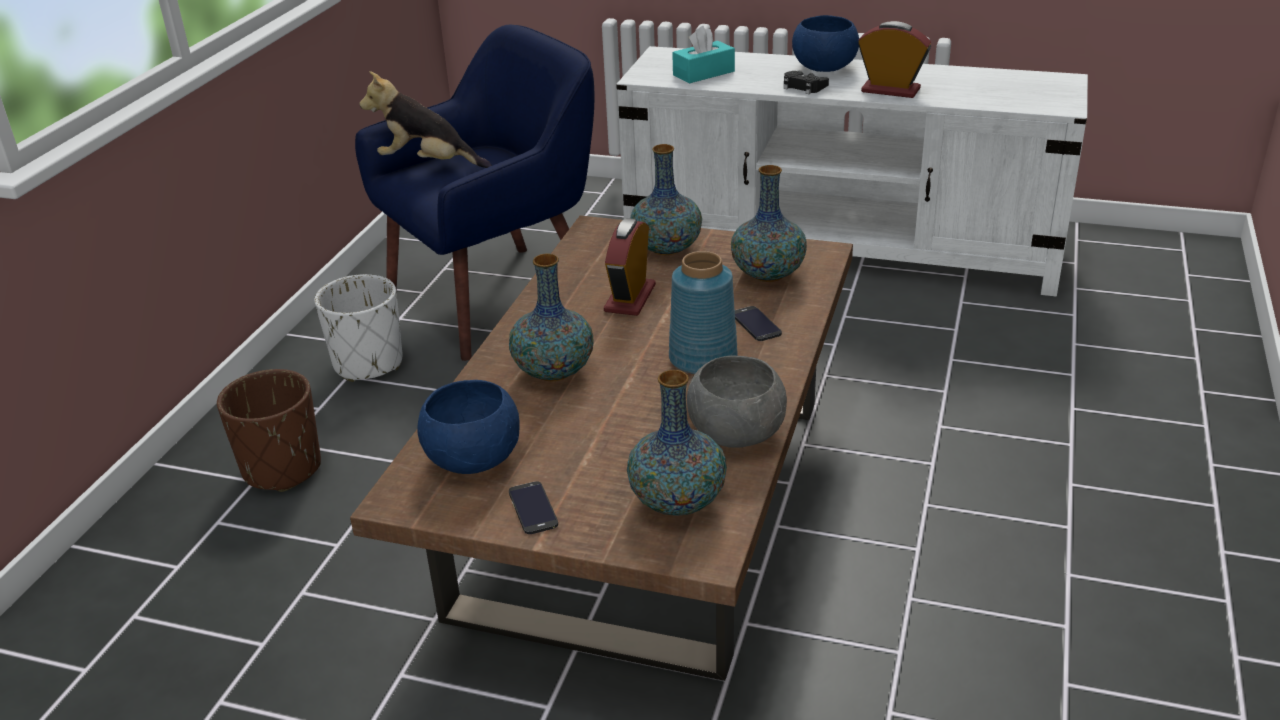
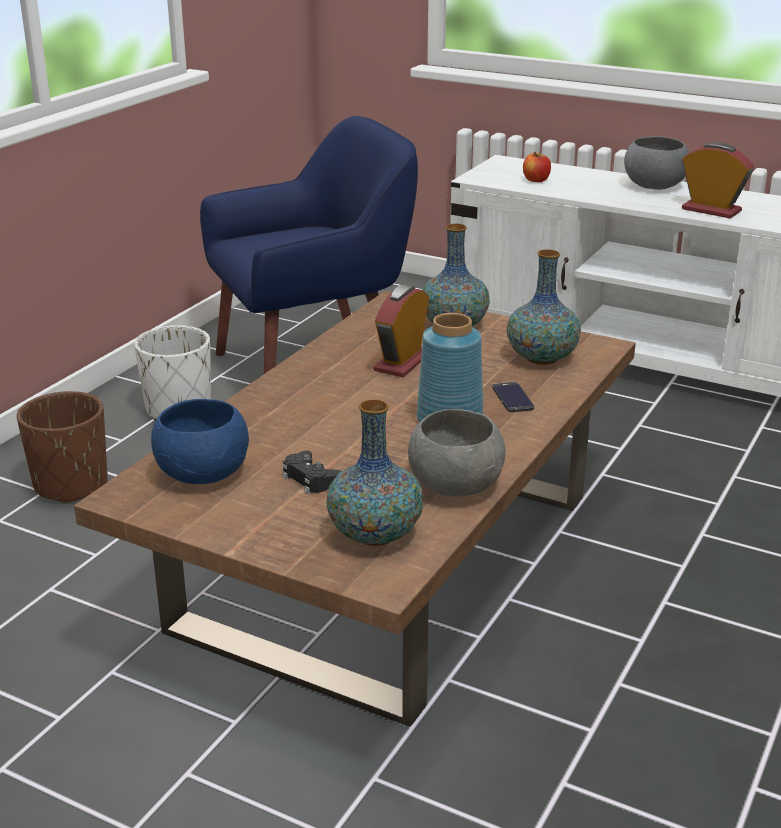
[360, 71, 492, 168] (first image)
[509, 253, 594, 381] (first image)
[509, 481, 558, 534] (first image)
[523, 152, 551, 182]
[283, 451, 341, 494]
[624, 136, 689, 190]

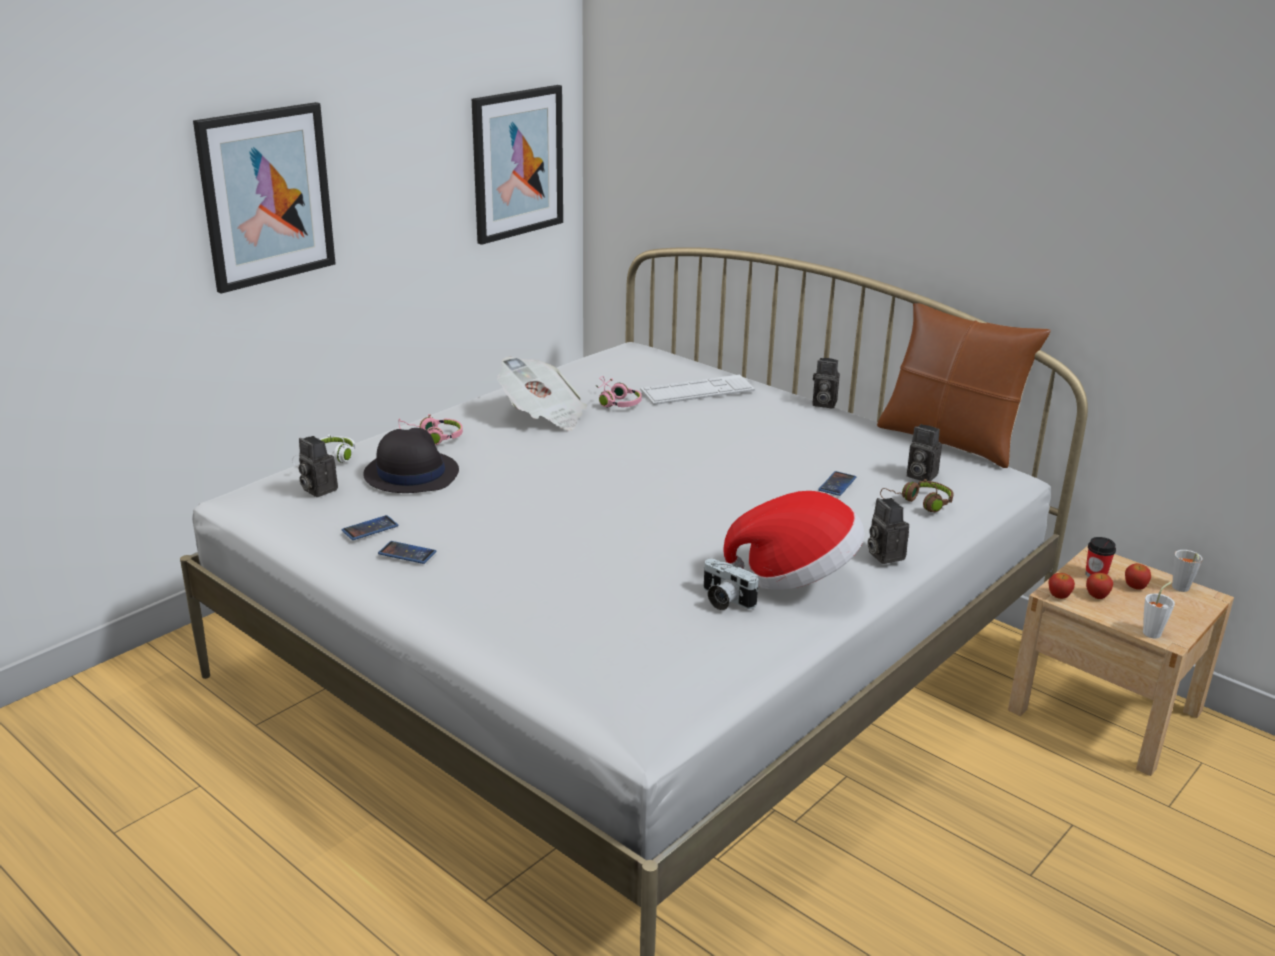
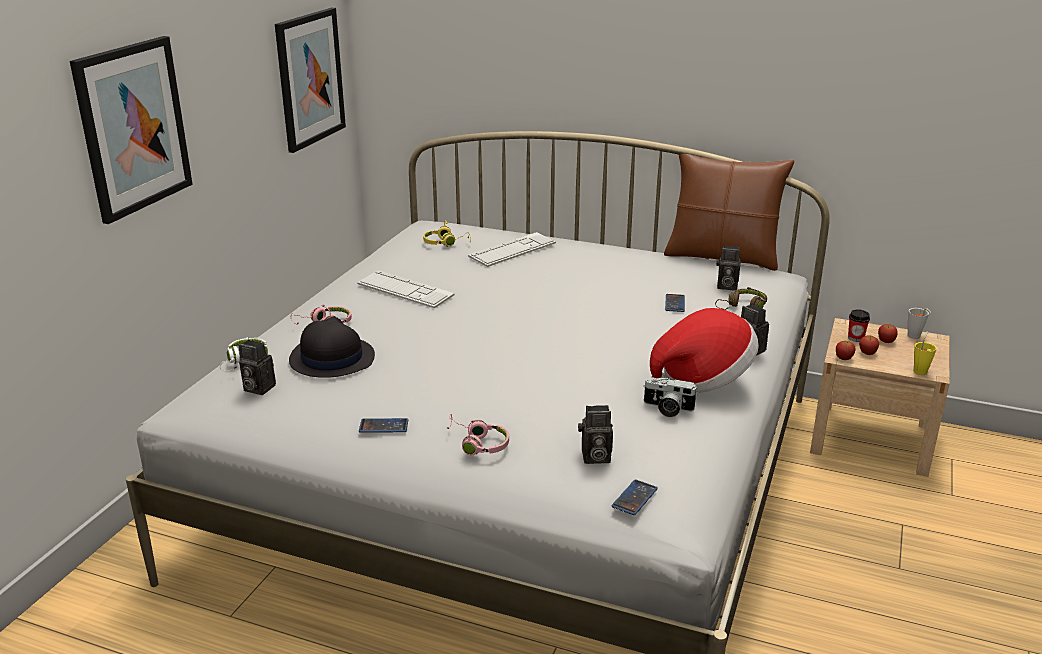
[611, 479, 658, 515]
[357, 270, 455, 308]
[447, 414, 509, 455]
[578, 405, 613, 464]
[914, 332, 937, 375]
[423, 220, 471, 246]

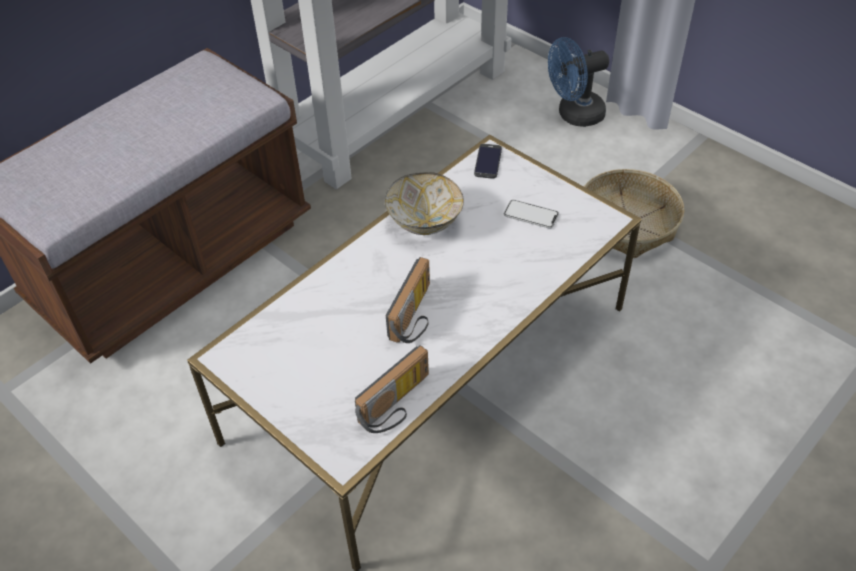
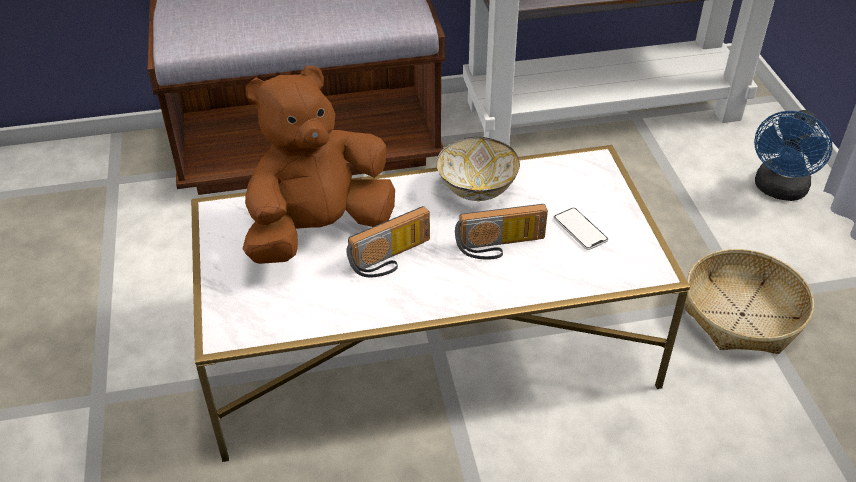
[455, 204, 548, 260]
[474, 144, 502, 179] (first image)
[754, 110, 832, 201]
[242, 65, 395, 264]

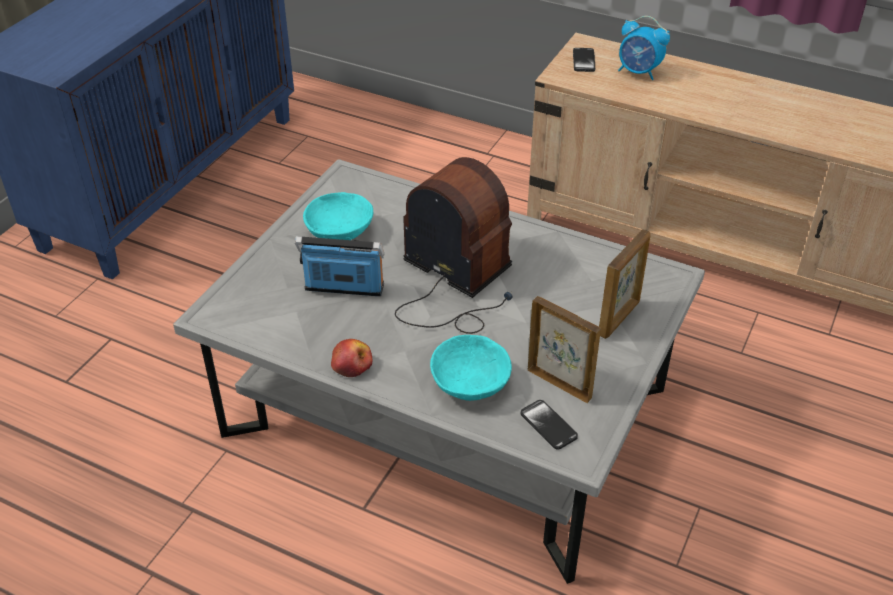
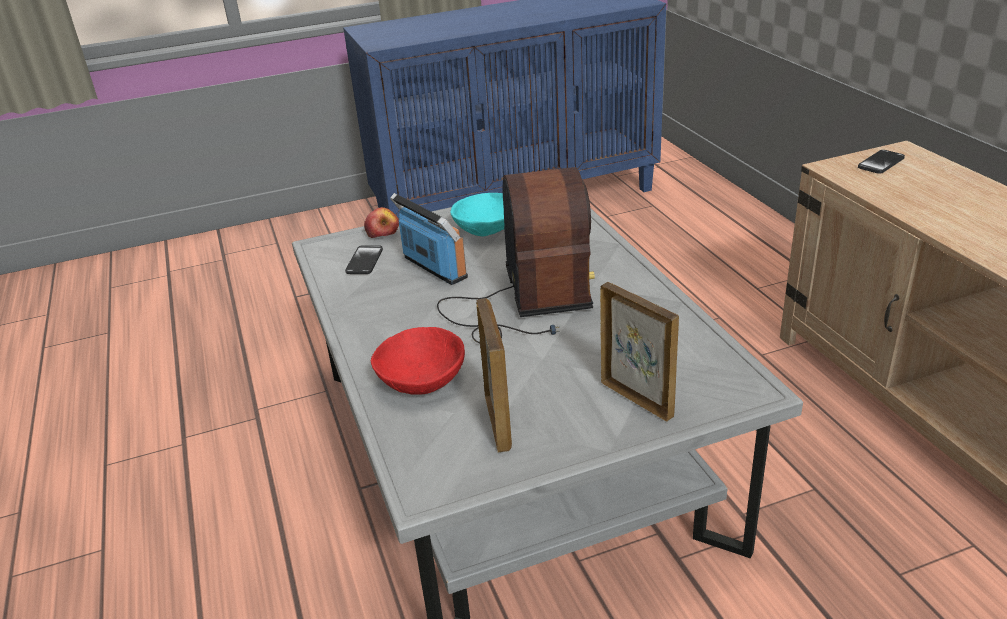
[364, 207, 399, 238]
[371, 327, 465, 395]
[345, 245, 383, 274]
[600, 282, 679, 421]
[618, 16, 670, 80] (first image)

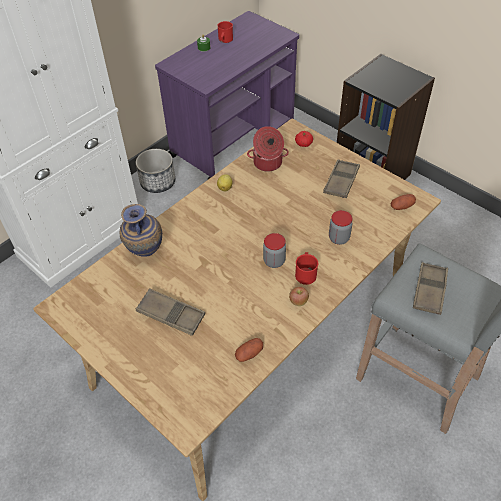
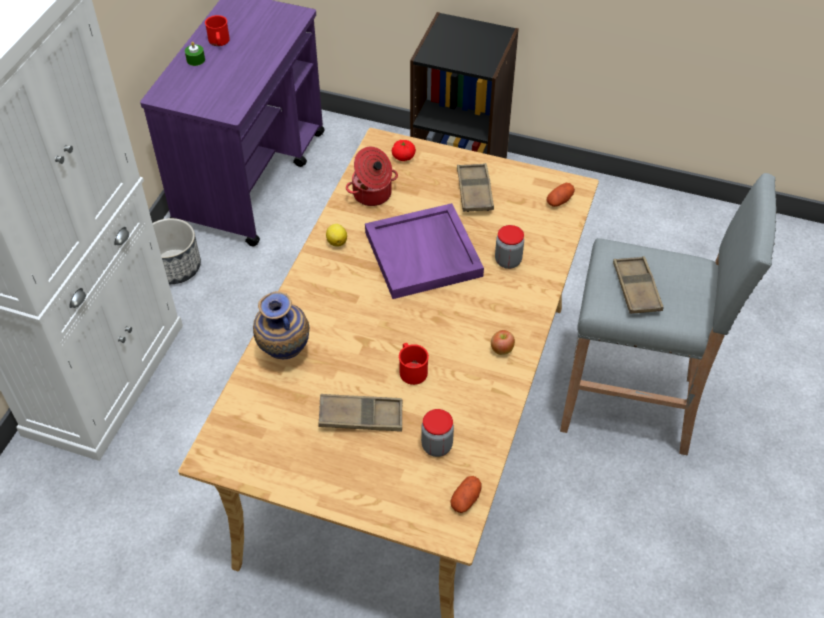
[450, 476, 482, 513]
[421, 409, 454, 457]
[399, 343, 429, 385]
[365, 203, 484, 299]

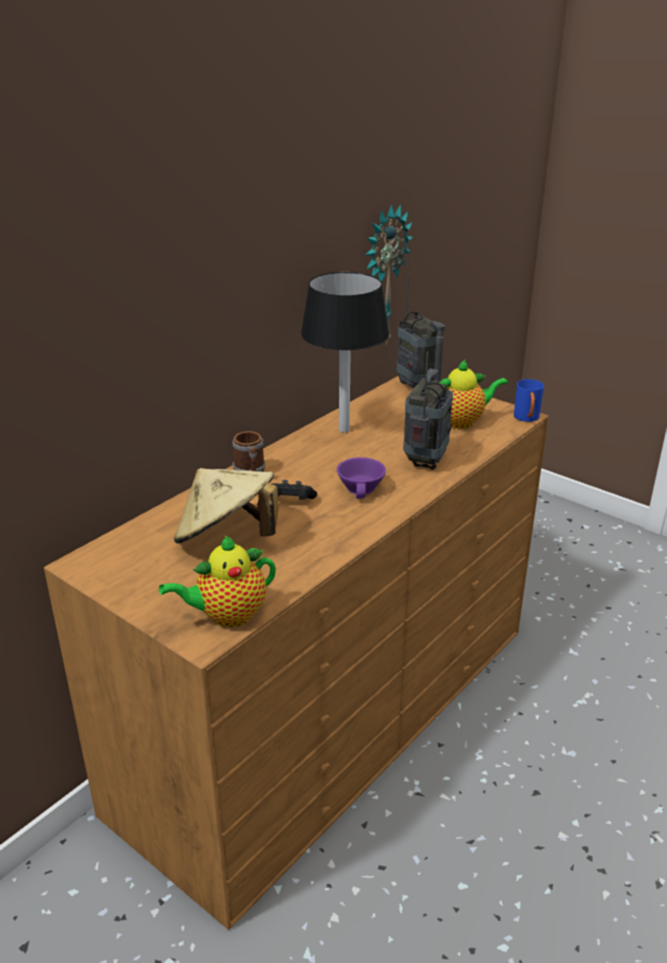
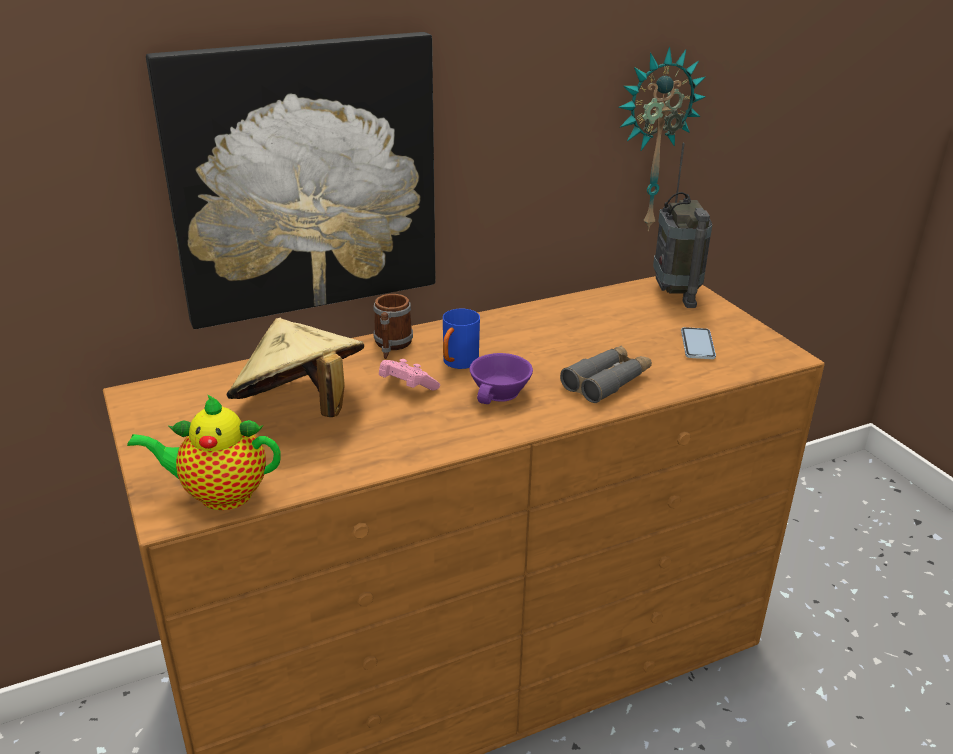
[379, 359, 440, 390]
[301, 272, 389, 433] (first image)
[560, 345, 652, 403]
[681, 327, 716, 359]
[443, 308, 480, 369]
[146, 32, 435, 329]

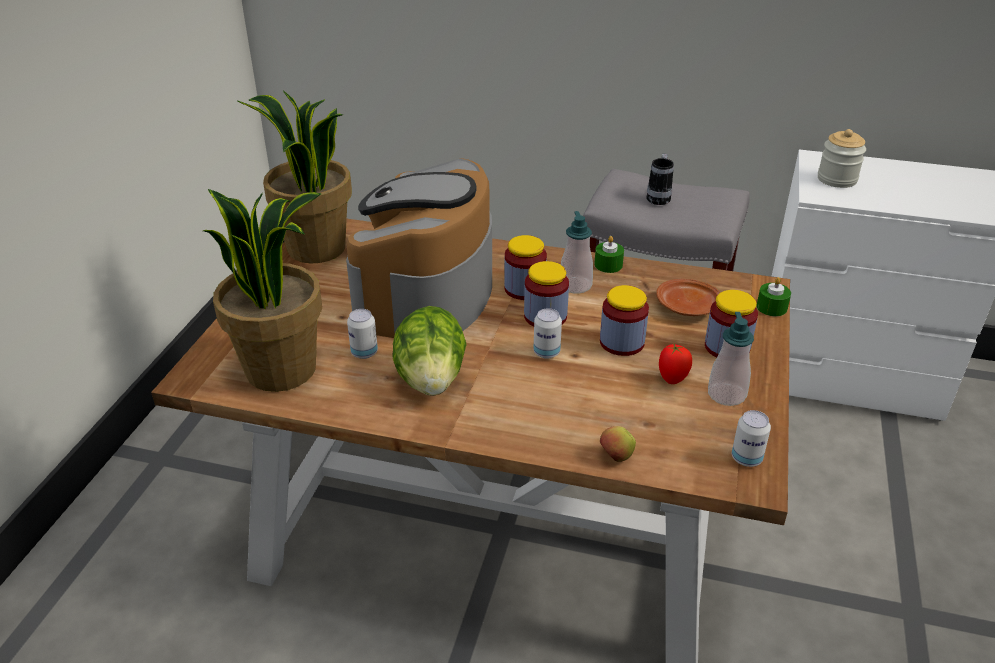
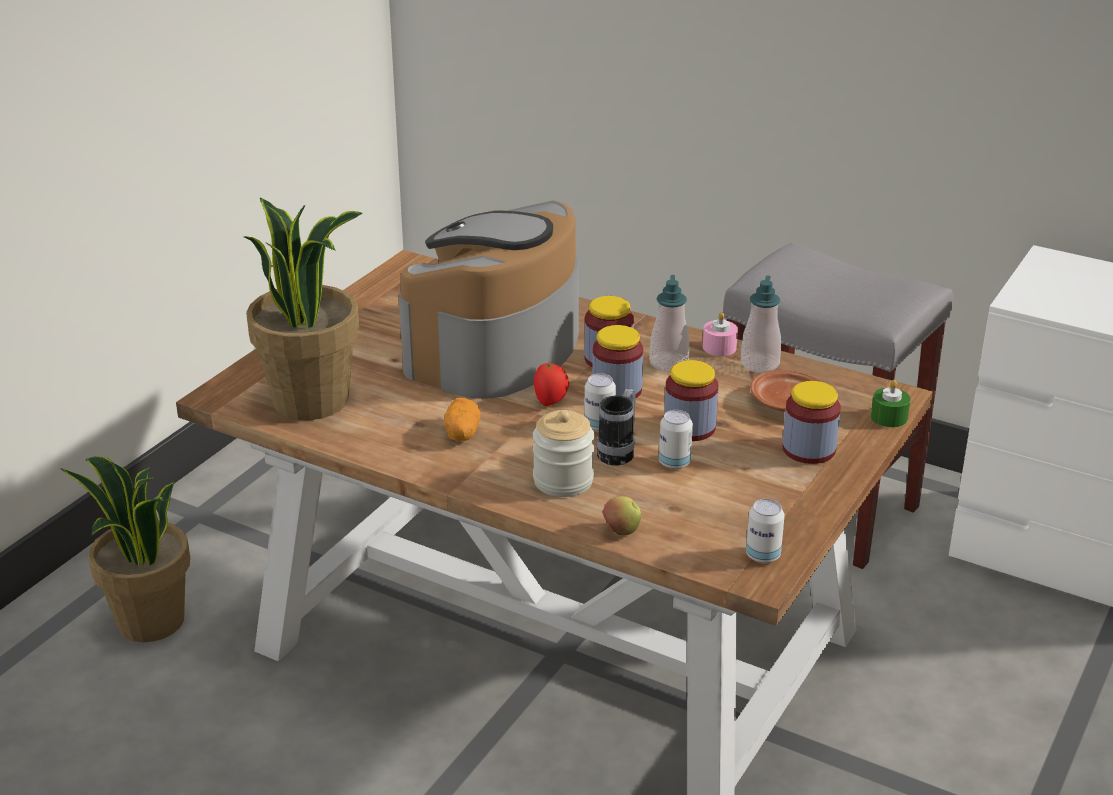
[60, 456, 190, 642]
[659, 410, 693, 469]
[444, 398, 480, 441]
[703, 312, 738, 356]
[597, 389, 636, 466]
[534, 362, 569, 406]
[741, 275, 781, 373]
[533, 410, 594, 497]

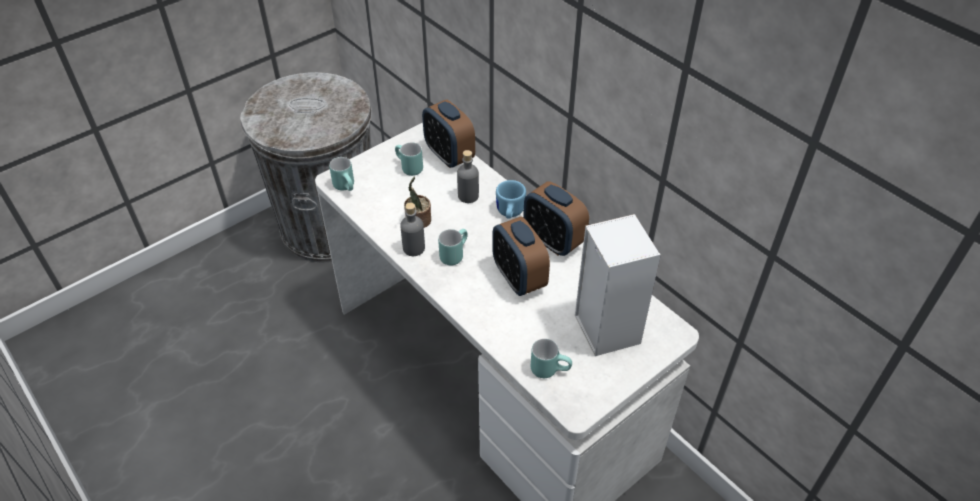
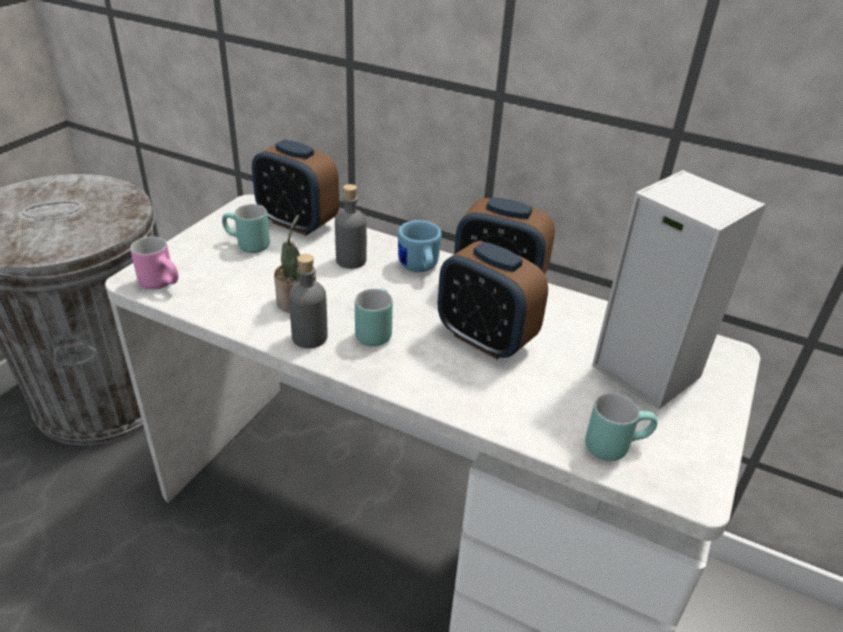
[130, 236, 178, 290]

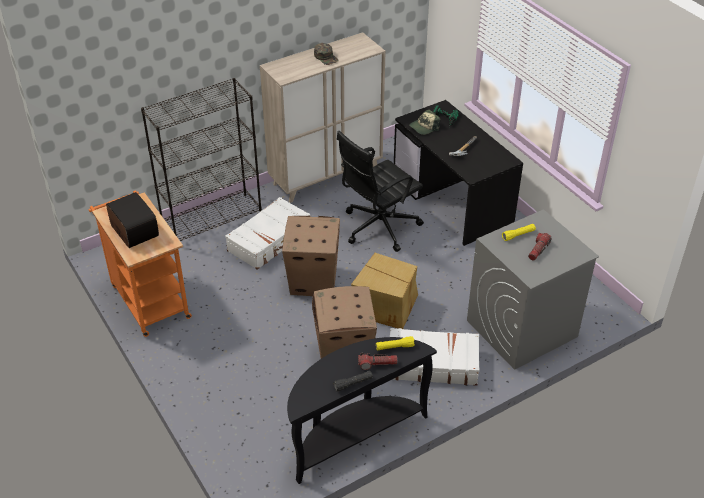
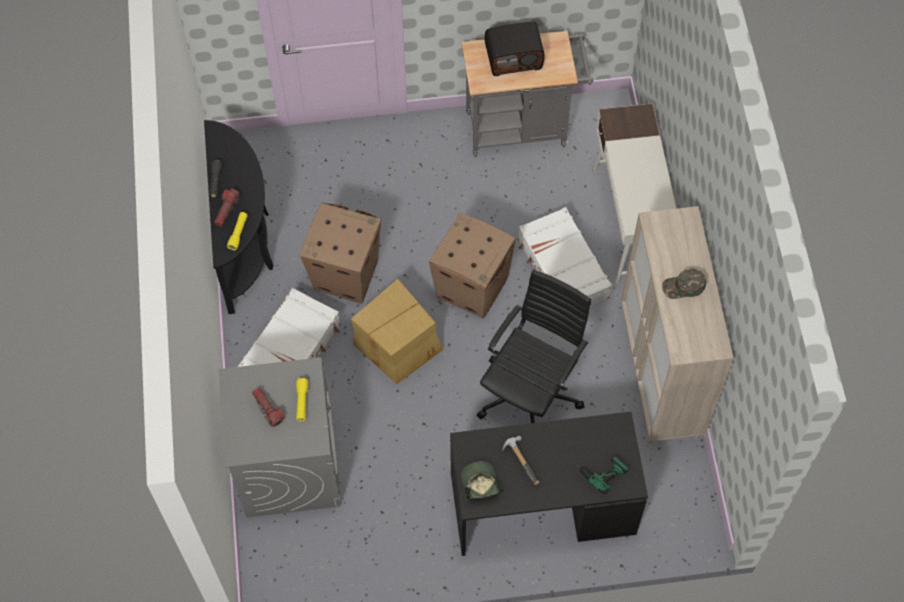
[462, 31, 593, 157]
[593, 103, 676, 284]
[477, 269, 591, 423]
[461, 461, 503, 500]

